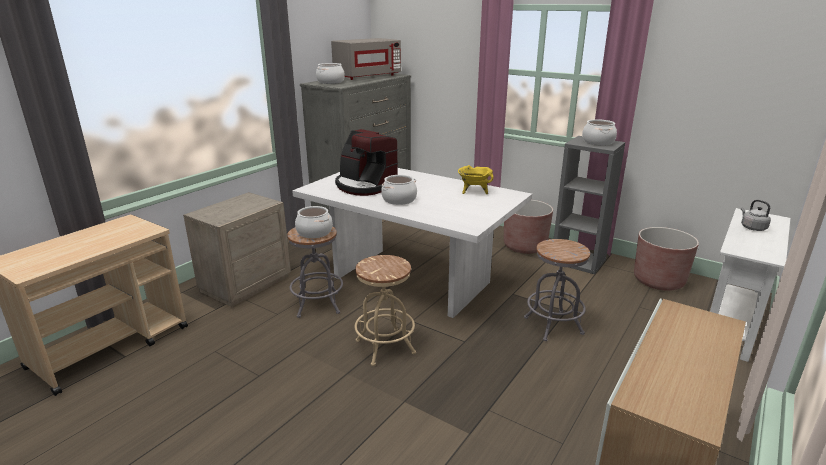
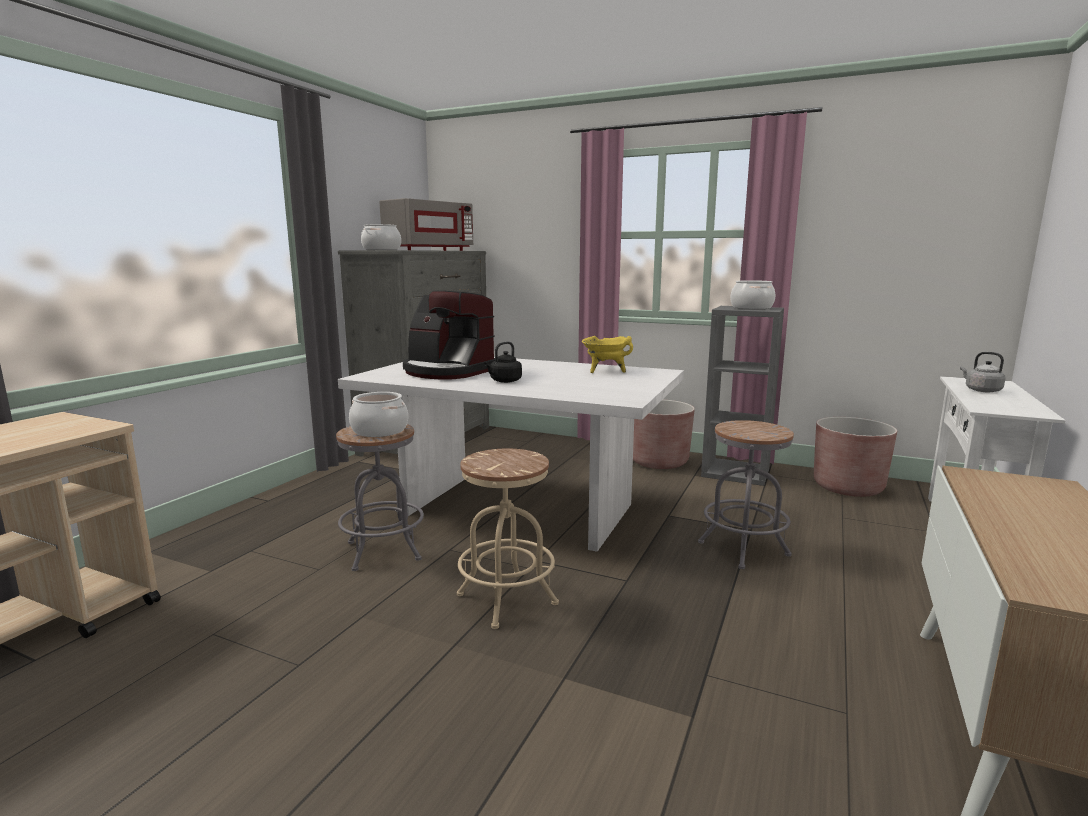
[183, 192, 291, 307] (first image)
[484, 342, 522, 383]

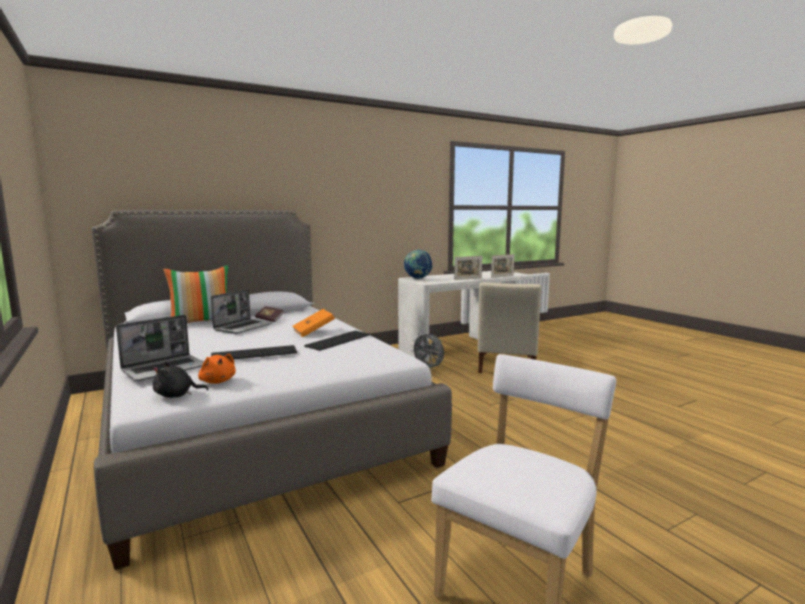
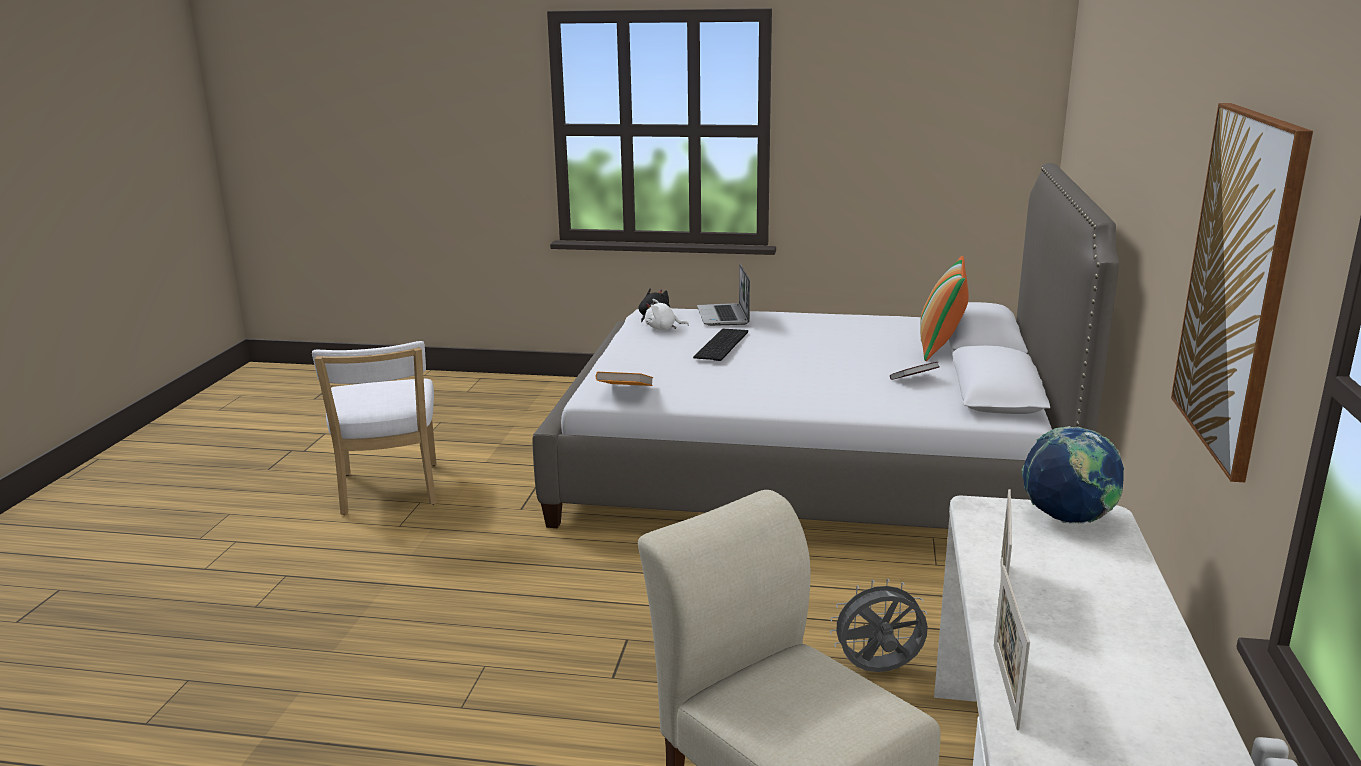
[645, 299, 689, 330]
[211, 289, 273, 334] (first image)
[596, 372, 653, 386]
[304, 331, 370, 351] (first image)
[1171, 103, 1313, 482]

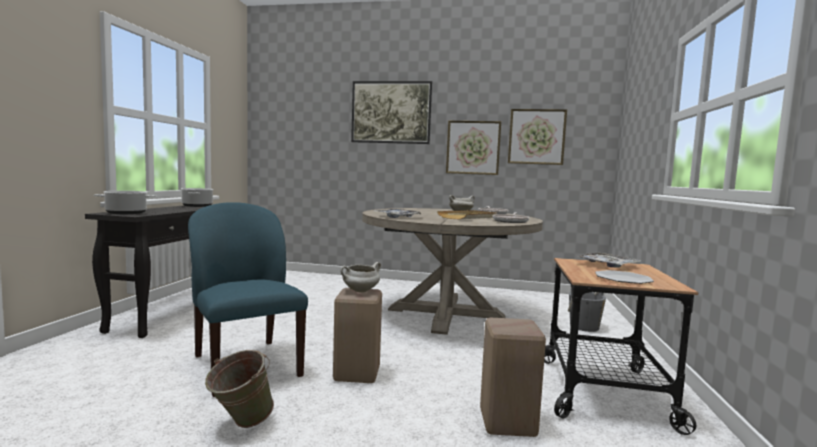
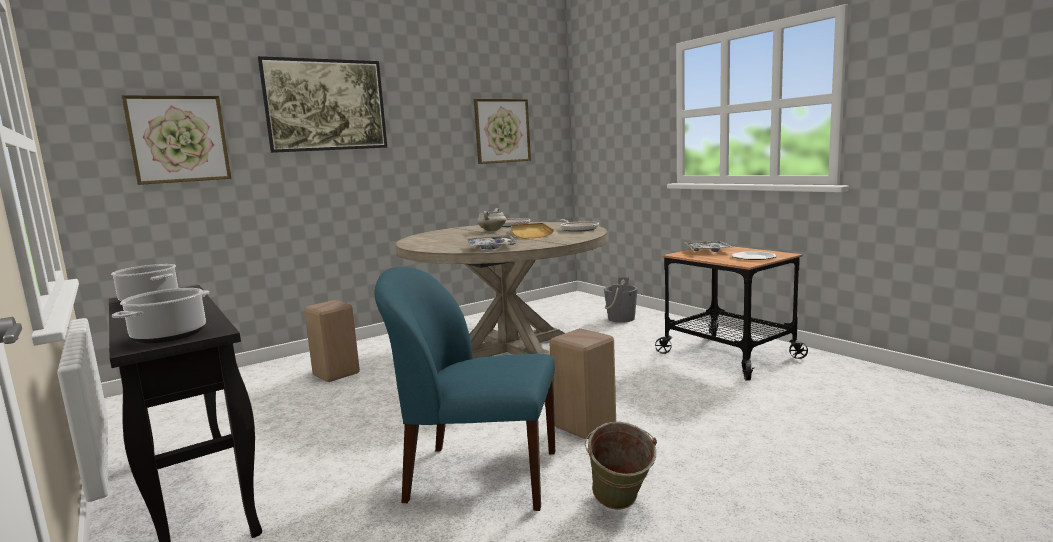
[340, 262, 381, 292] (first image)
[121, 95, 232, 185]
[304, 300, 360, 382]

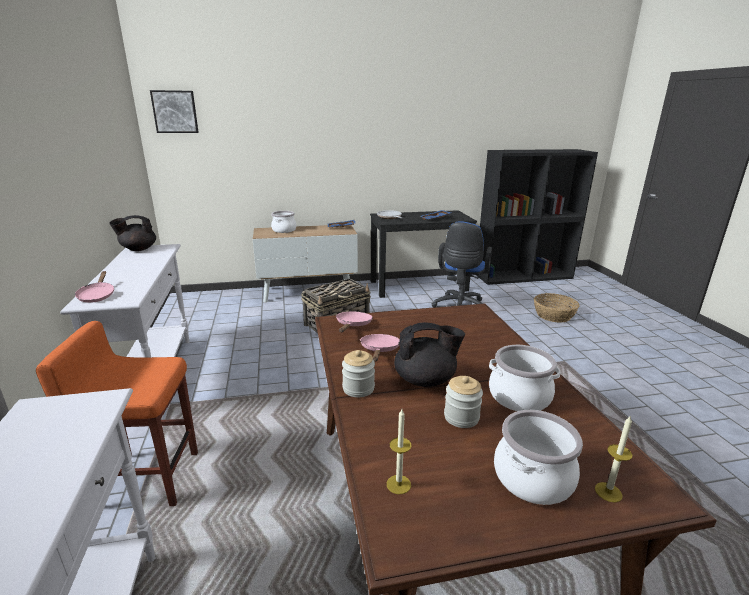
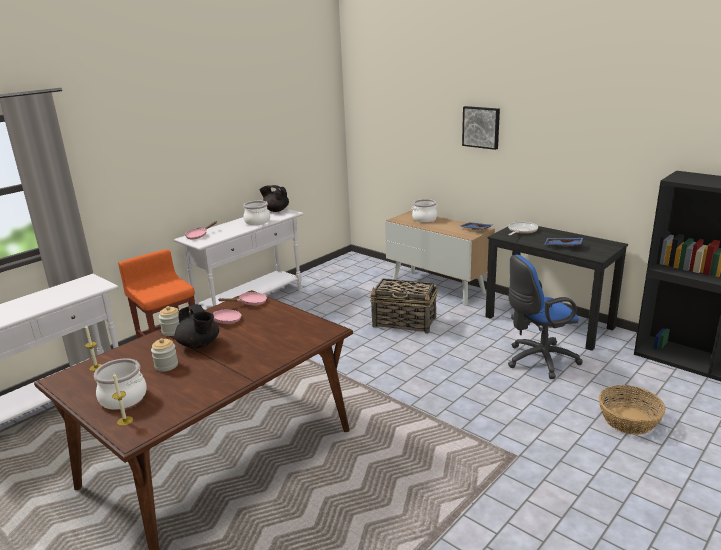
[462, 106, 500, 150]
[243, 201, 270, 225]

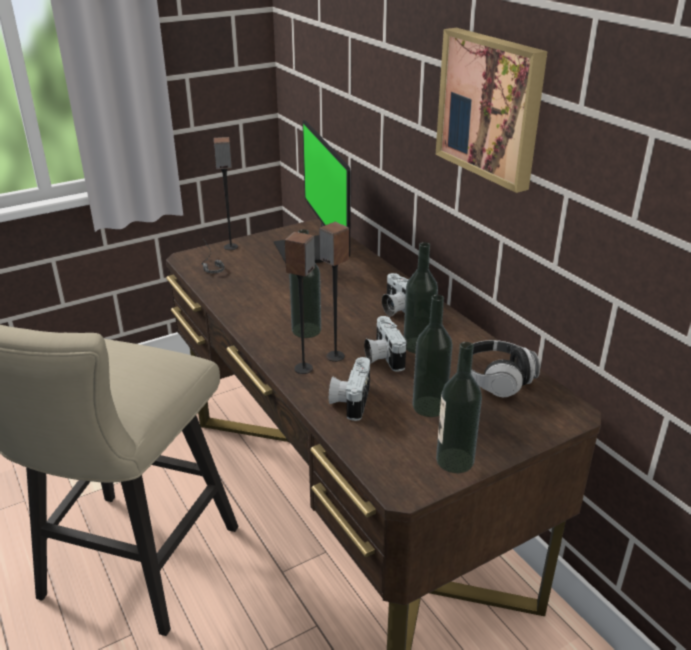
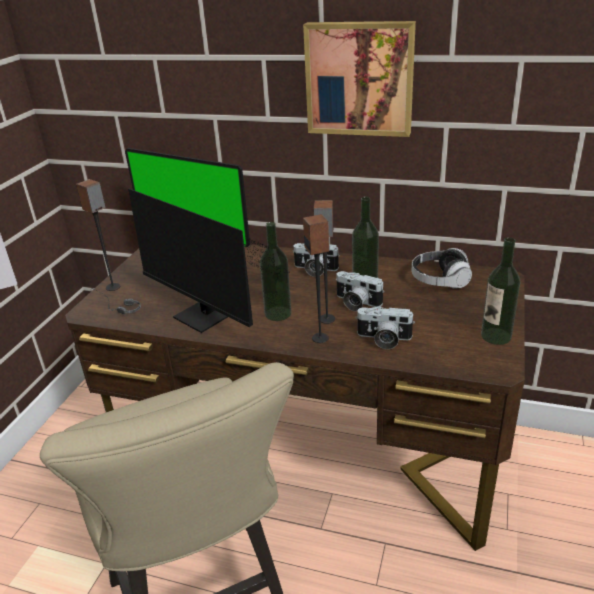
[355, 307, 415, 349]
[413, 294, 453, 417] (first image)
[128, 189, 289, 333]

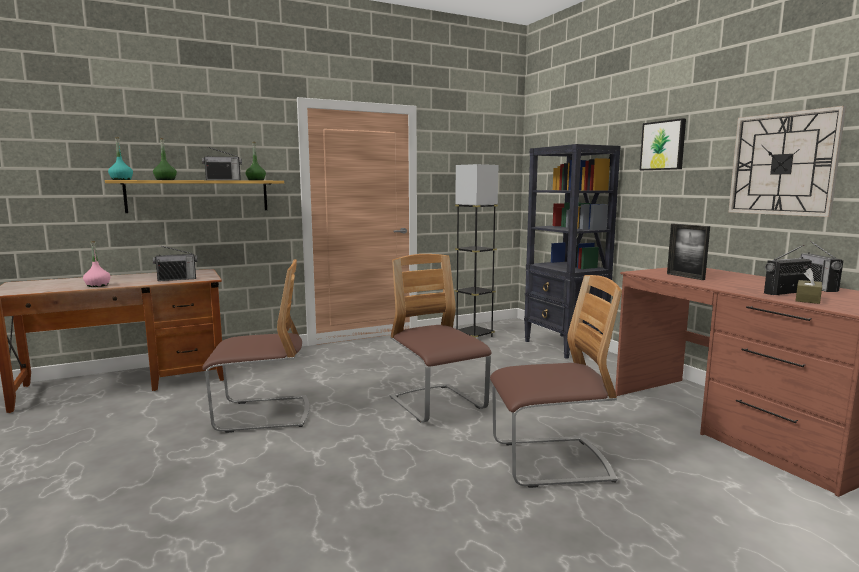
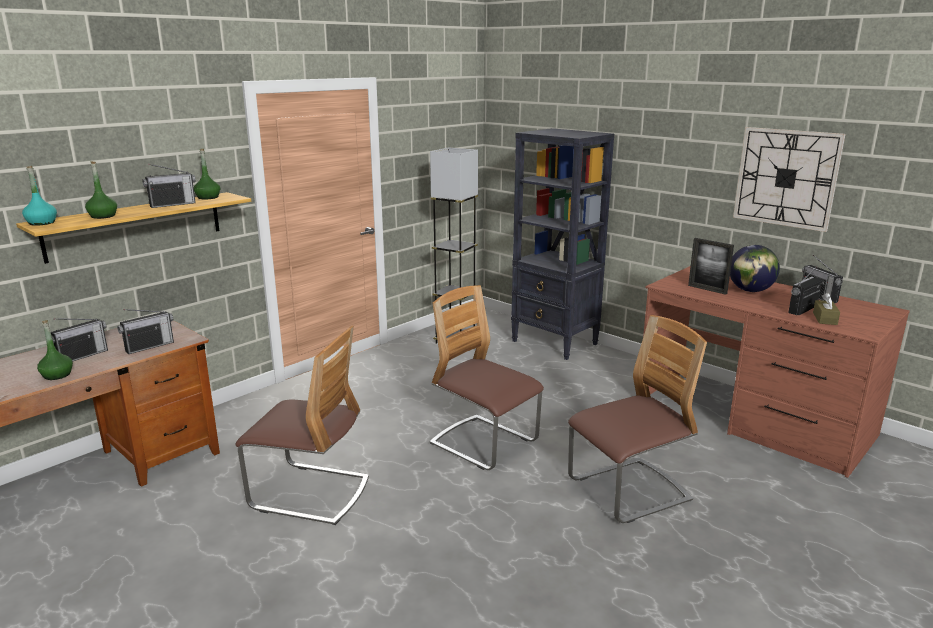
[37, 320, 73, 380]
[235, 326, 369, 525]
[640, 118, 686, 170] (first image)
[51, 318, 108, 362]
[730, 245, 780, 292]

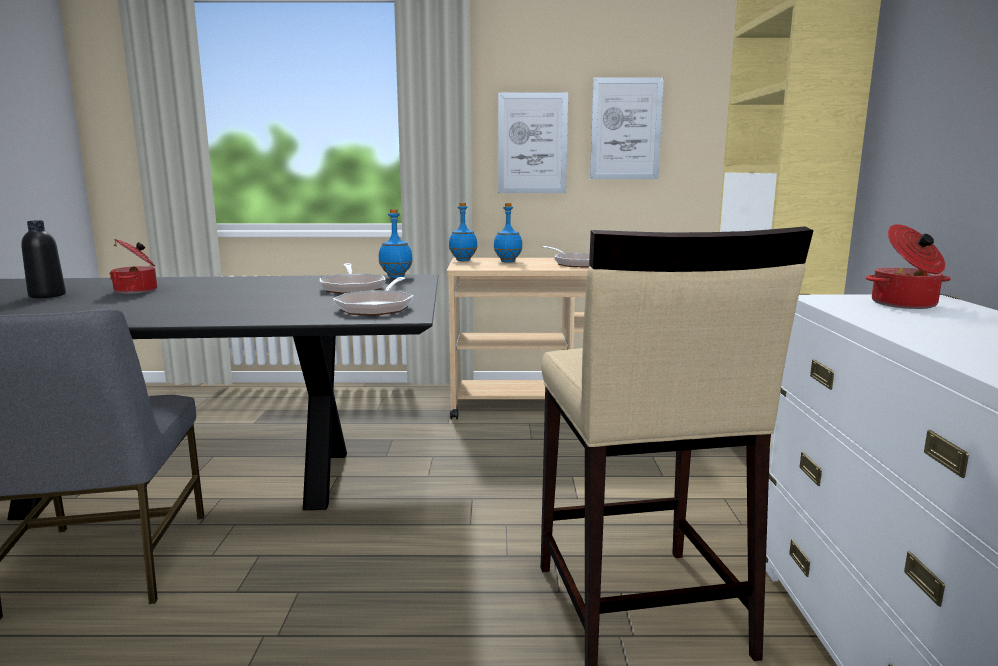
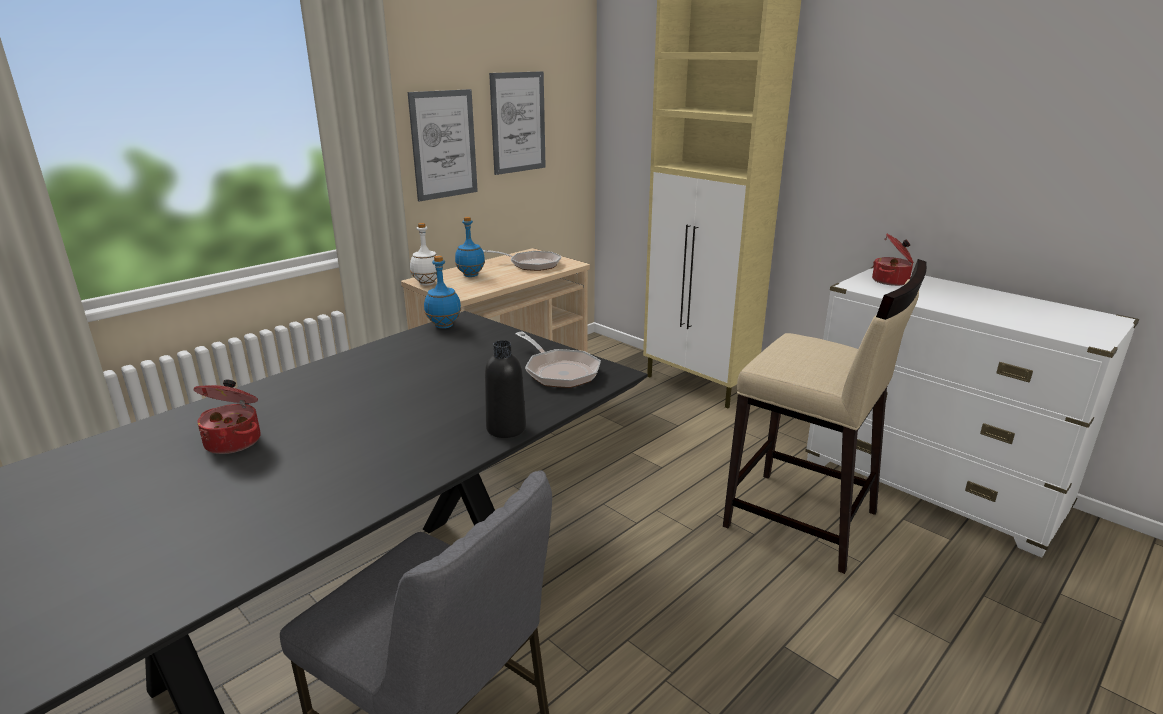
[485, 340, 526, 438]
[320, 263, 386, 294] (first image)
[410, 223, 437, 285]

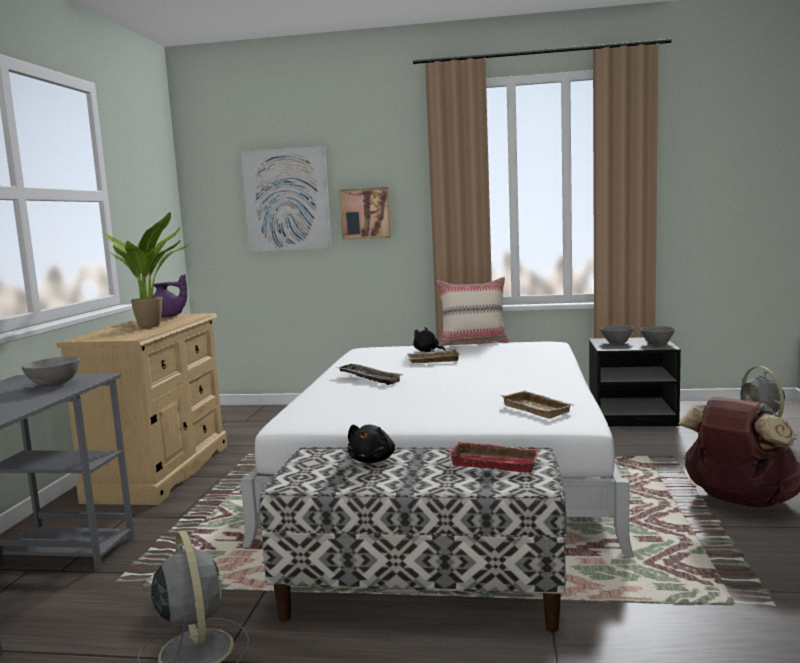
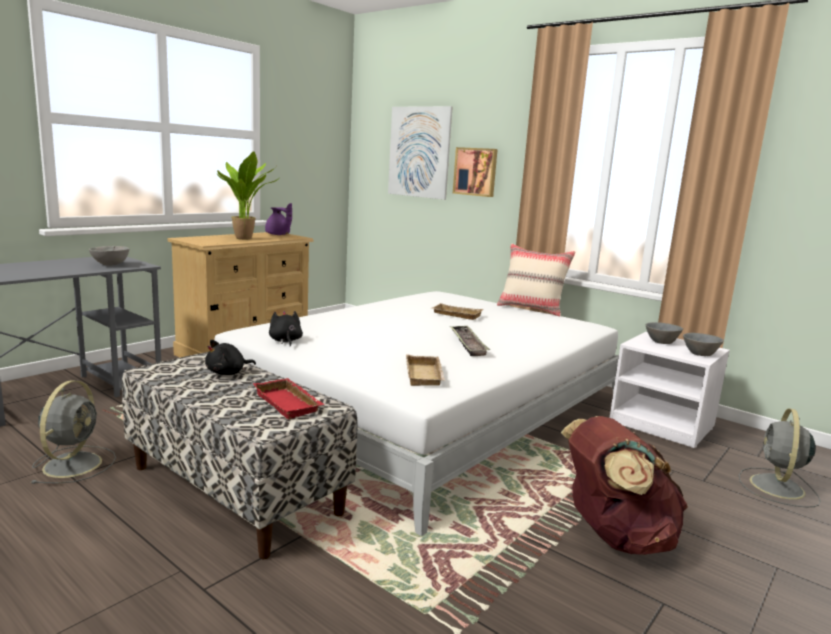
[449, 326, 490, 356]
[269, 311, 303, 347]
[610, 332, 730, 448]

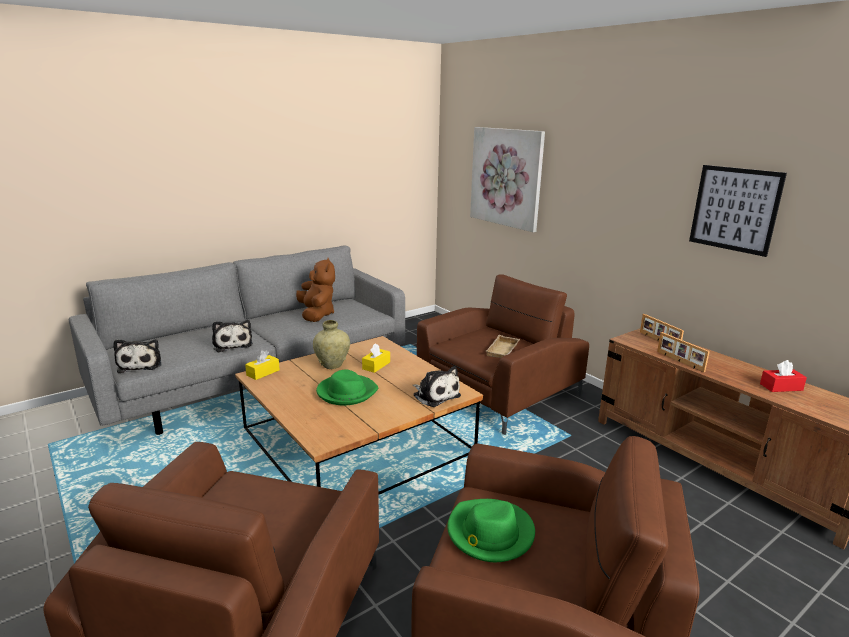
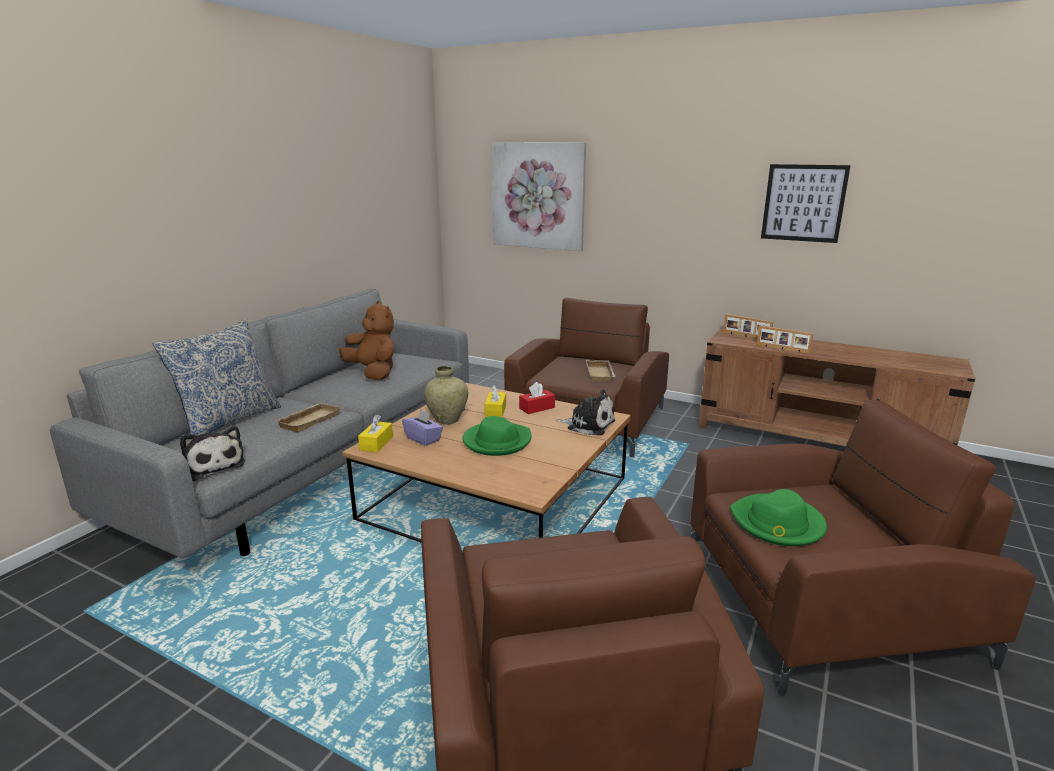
[275, 403, 341, 432]
[519, 382, 555, 414]
[153, 319, 281, 435]
[402, 409, 443, 446]

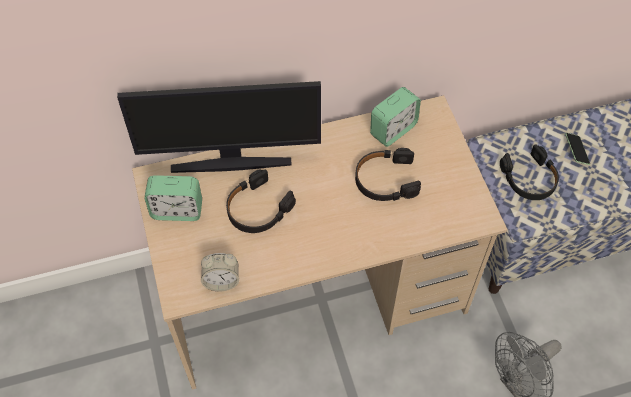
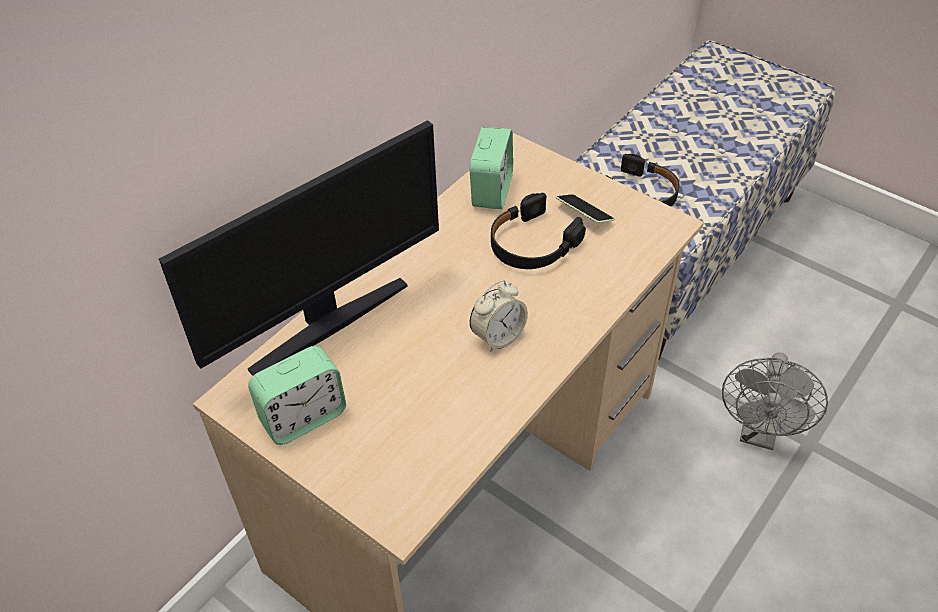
[470, 280, 528, 352]
[226, 169, 296, 233] (first image)
[556, 194, 614, 223]

